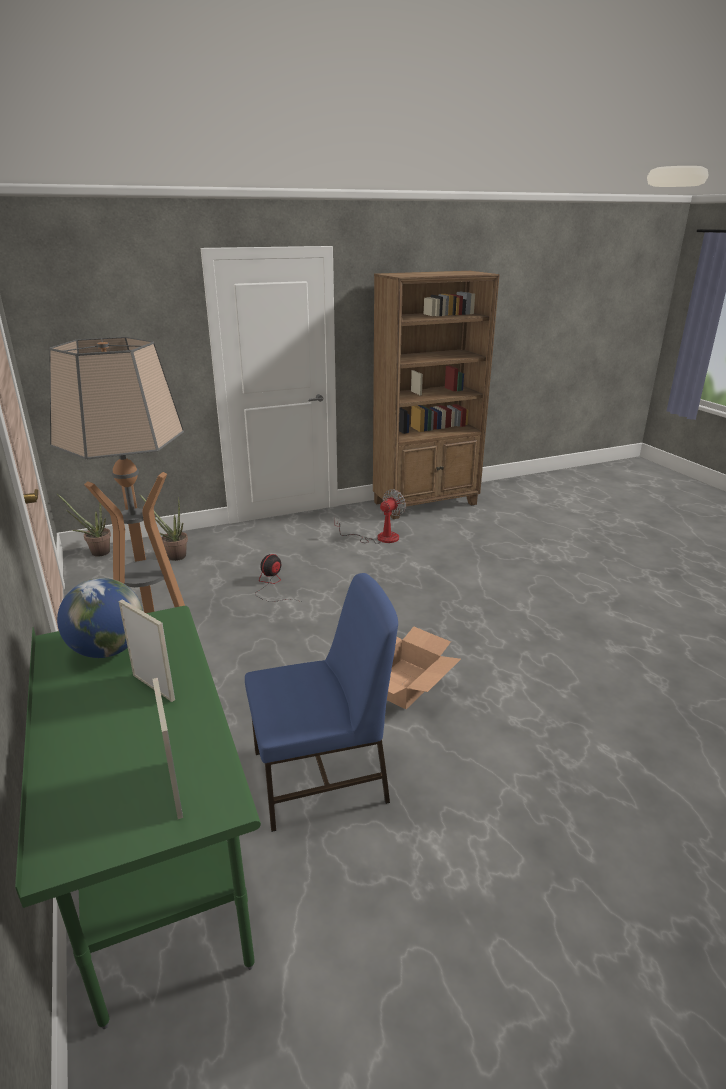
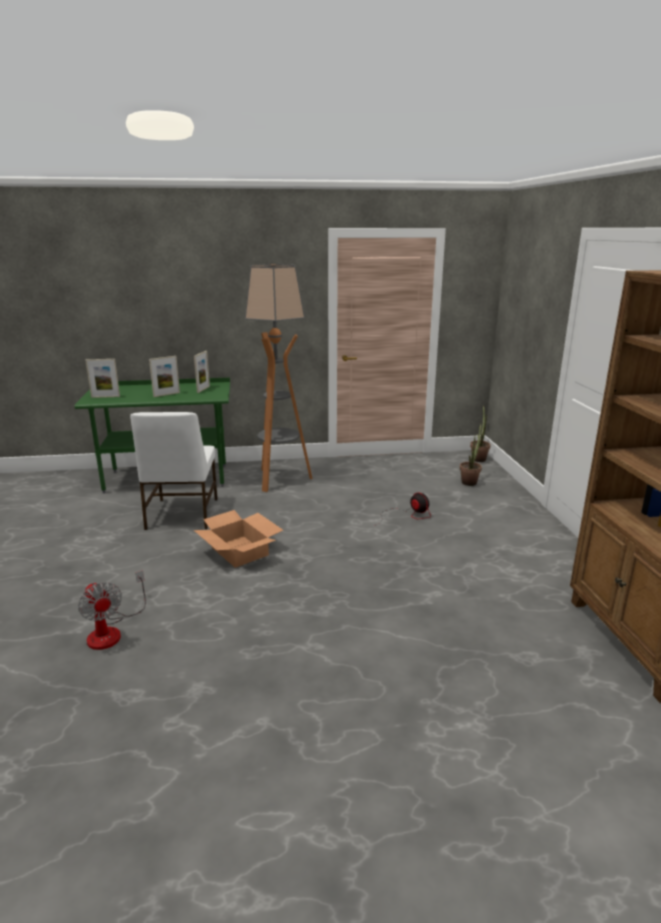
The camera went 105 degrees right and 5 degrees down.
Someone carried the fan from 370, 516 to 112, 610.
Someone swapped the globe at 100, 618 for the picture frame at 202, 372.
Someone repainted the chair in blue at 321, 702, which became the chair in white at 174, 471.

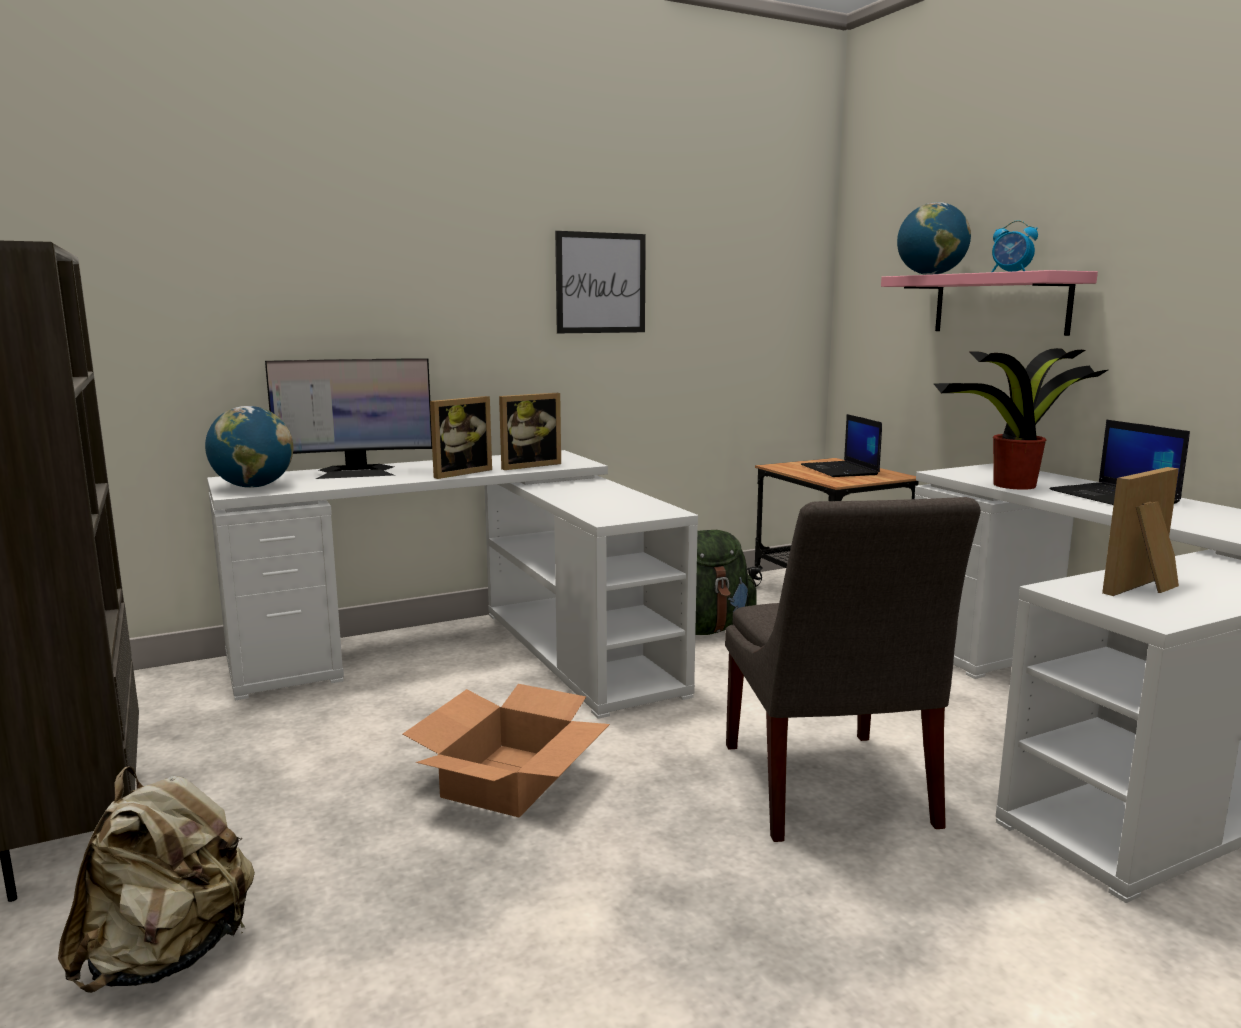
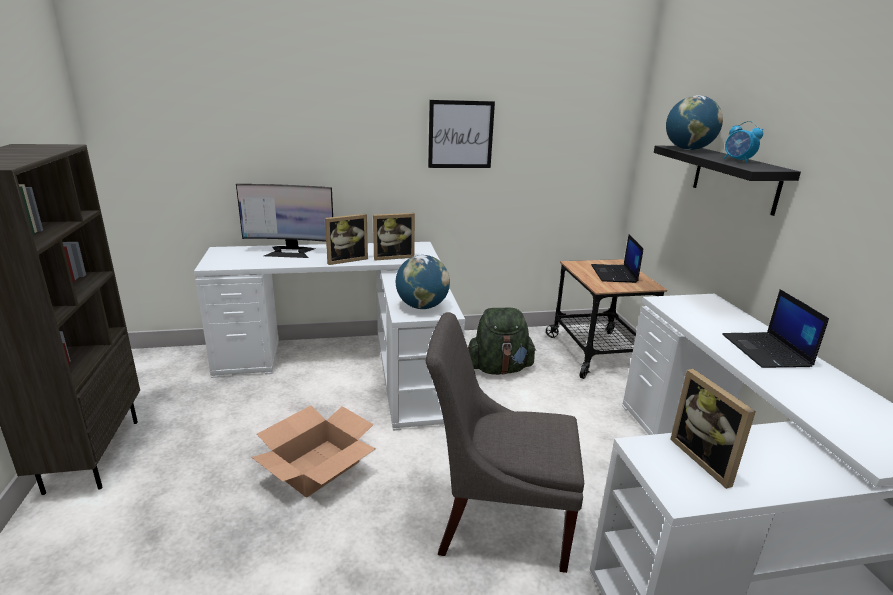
The camera went 15 degrees right and 10 degrees up.
Someone took away the backpack in beige at 156, 879.
Someone took away the potted plant at 1020, 419.
Someone carried the globe from 249, 447 to 423, 282.
Someone repainted the shelf in pink at 989, 303, which became the shelf in black at 727, 181.
Someone rotated the chair in grey at 853, 669 by 90 degrees clockwise.
Someone rotated the picture frame at 1140, 531 by 90 degrees counterclockwise.

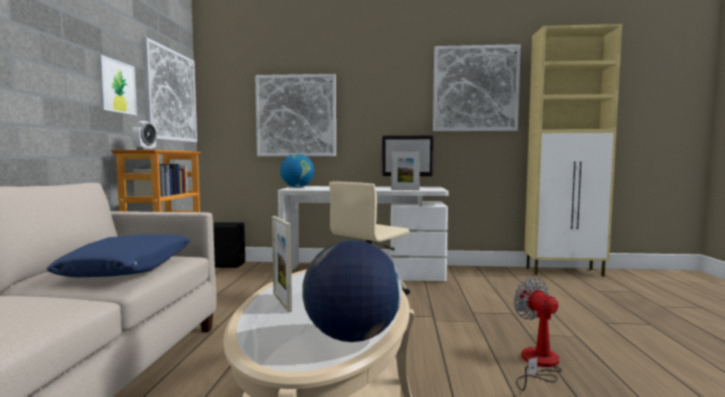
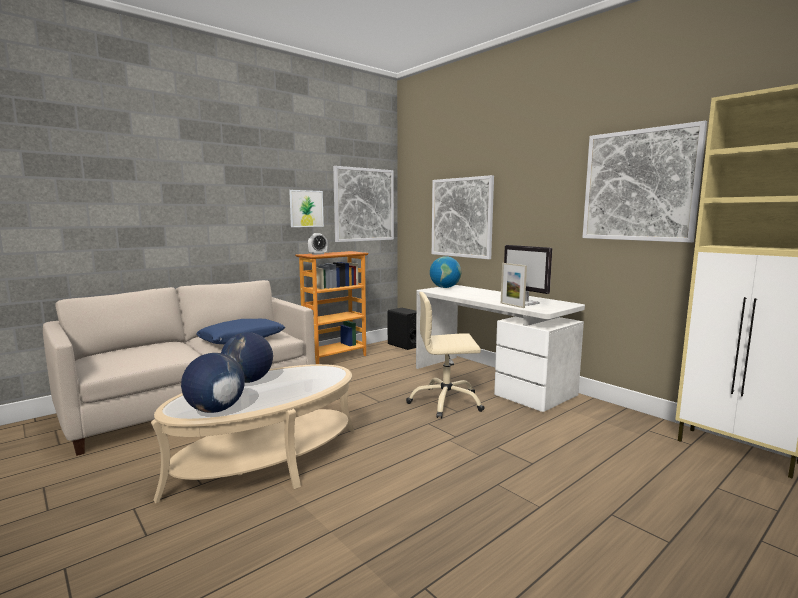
The camera went 45 degrees right and 5 degrees up.
Someone took away the fan at 537, 334.
Someone swapped the picture frame at 282, 264 for the globe at 247, 357.

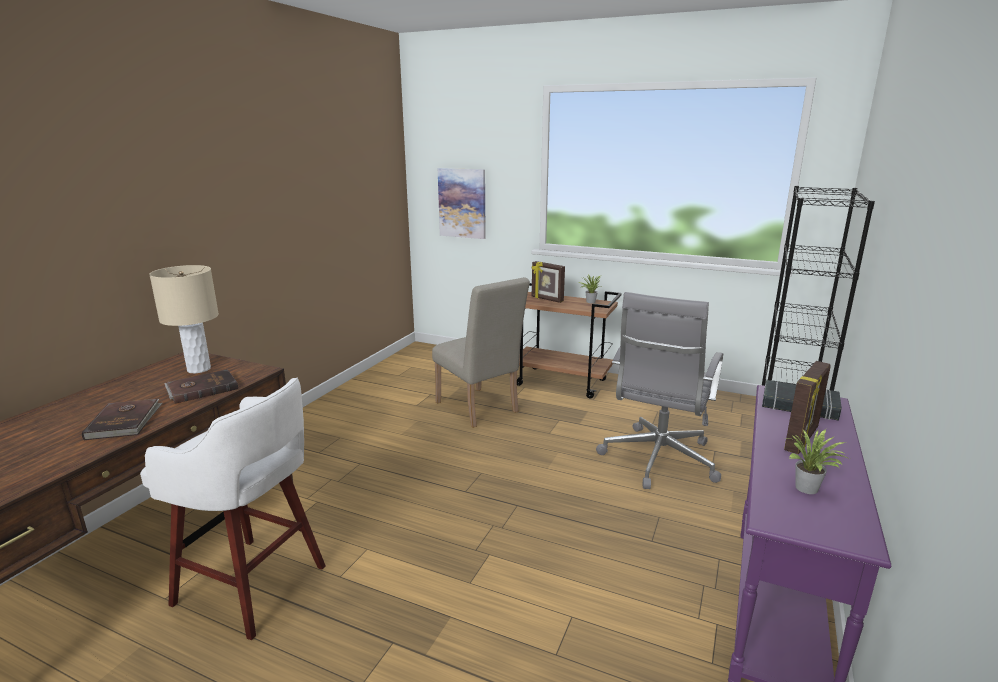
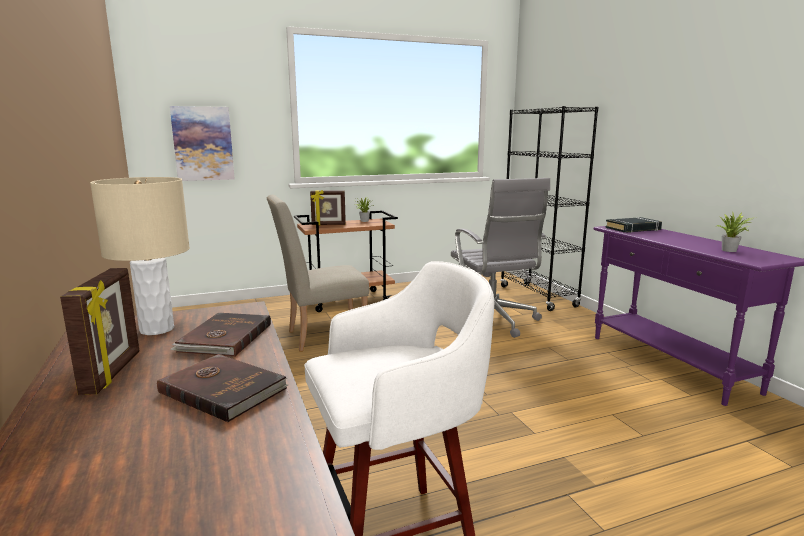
The camera went 45 degrees left and 5 degrees down.
Someone carried the picture frame from 807, 407 to 99, 331.
Someone rotated the chair in beige at 481, 352 by 150 degrees clockwise.

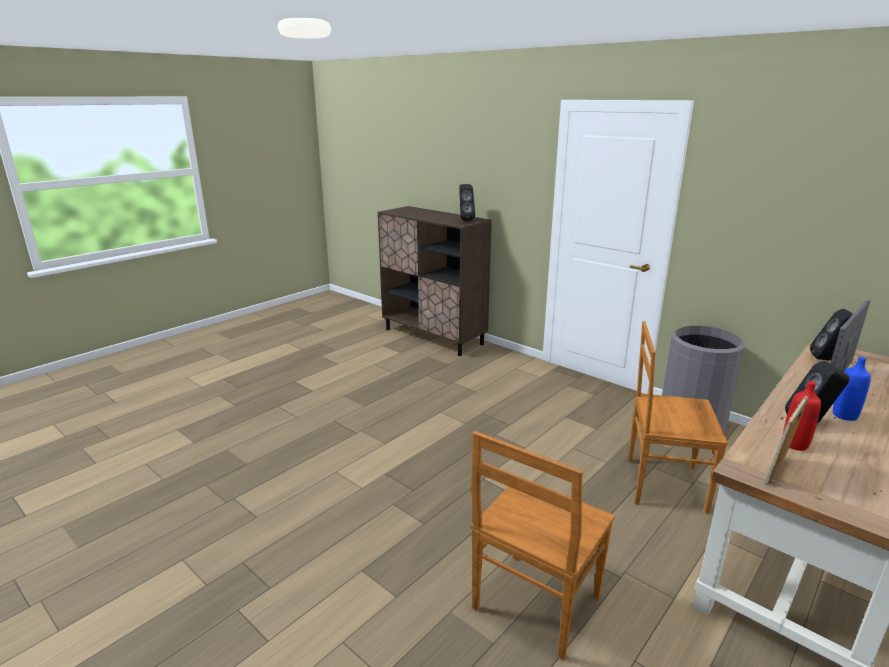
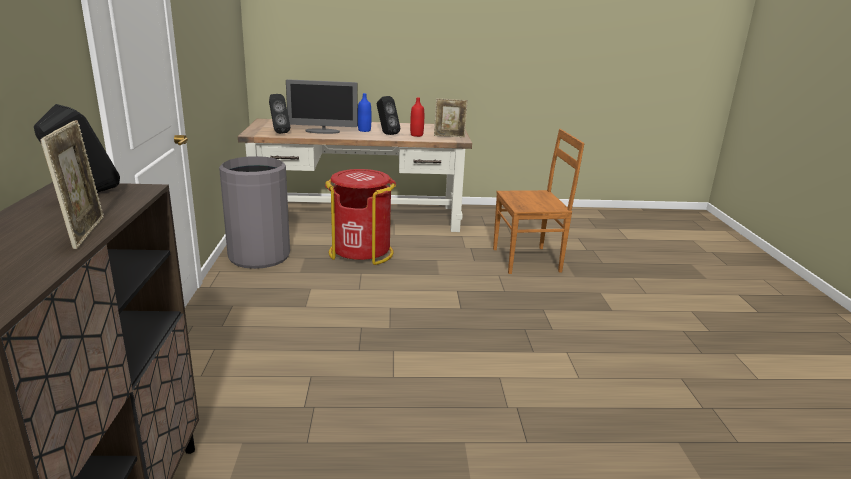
The camera went 135 degrees left and 0 degrees up.
Someone put down the picture frame at 72, 184.
Someone swapped the chair in brown at 678, 417 for the trash can in red at 360, 217.

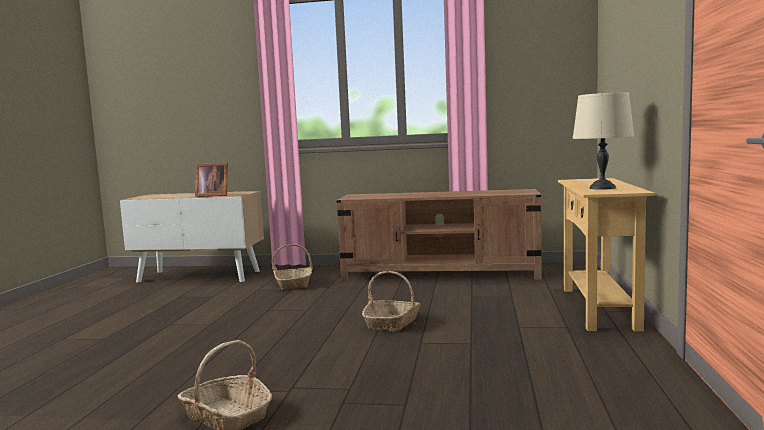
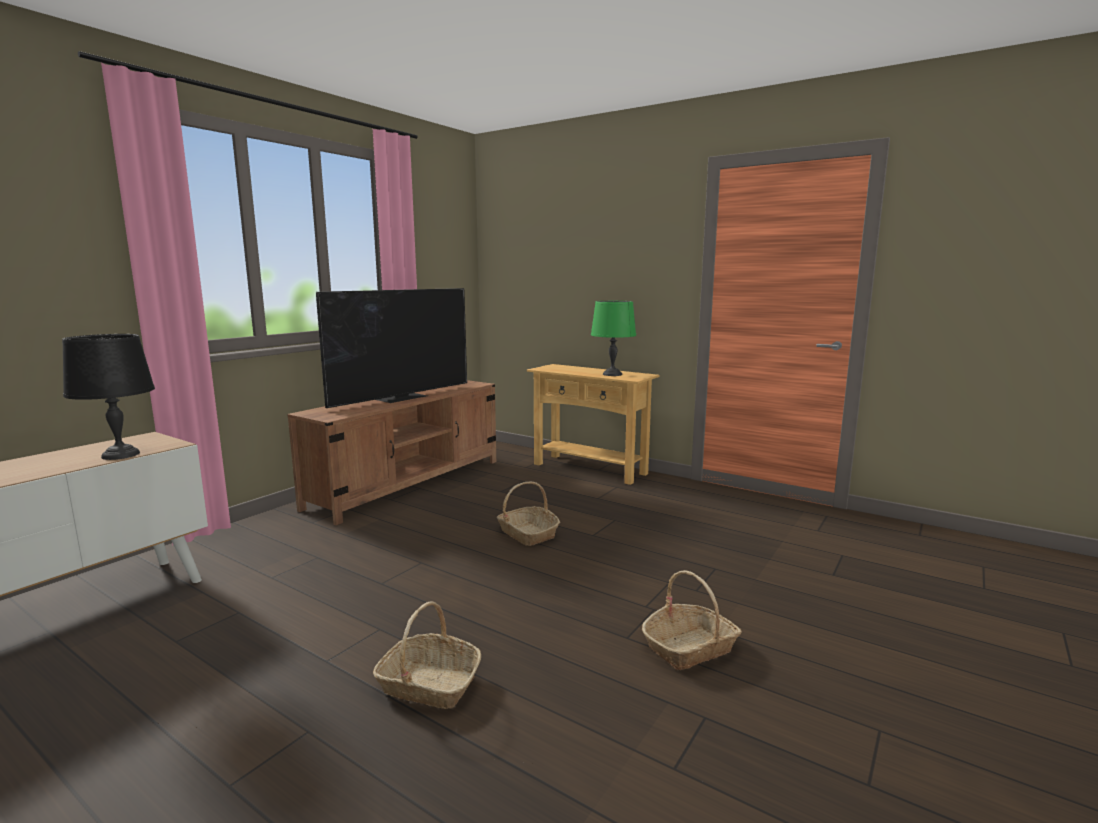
The camera went 65 degrees left and 5 degrees up.
Someone put down the television at 391, 348.
Someone carried the basket from 292, 267 to 427, 655.
Someone swapped the picture frame at 211, 180 for the table lamp in black at 108, 397.
Someone repainted the table lamp in beige at 603, 140, which became the table lamp in green at 613, 338.

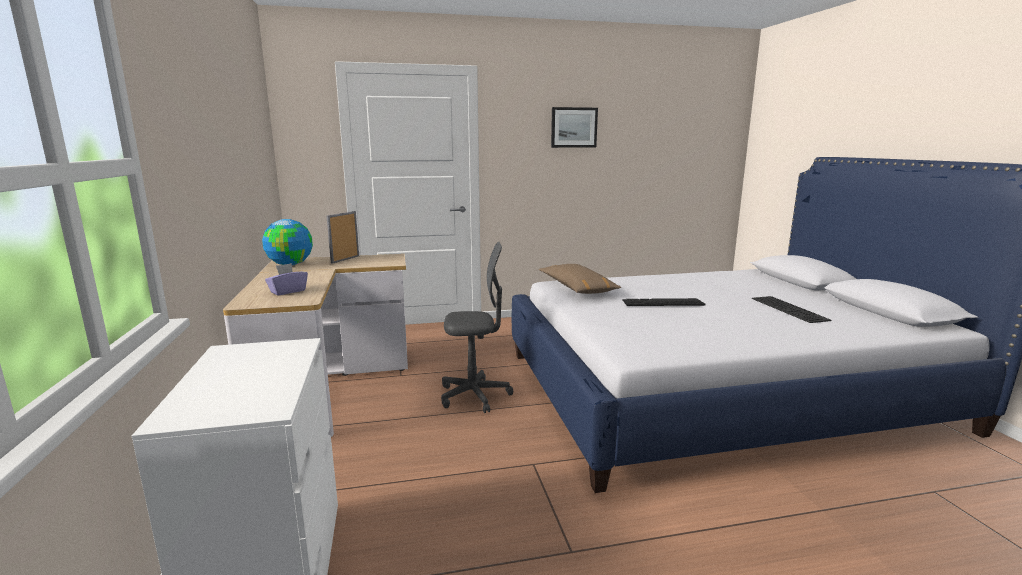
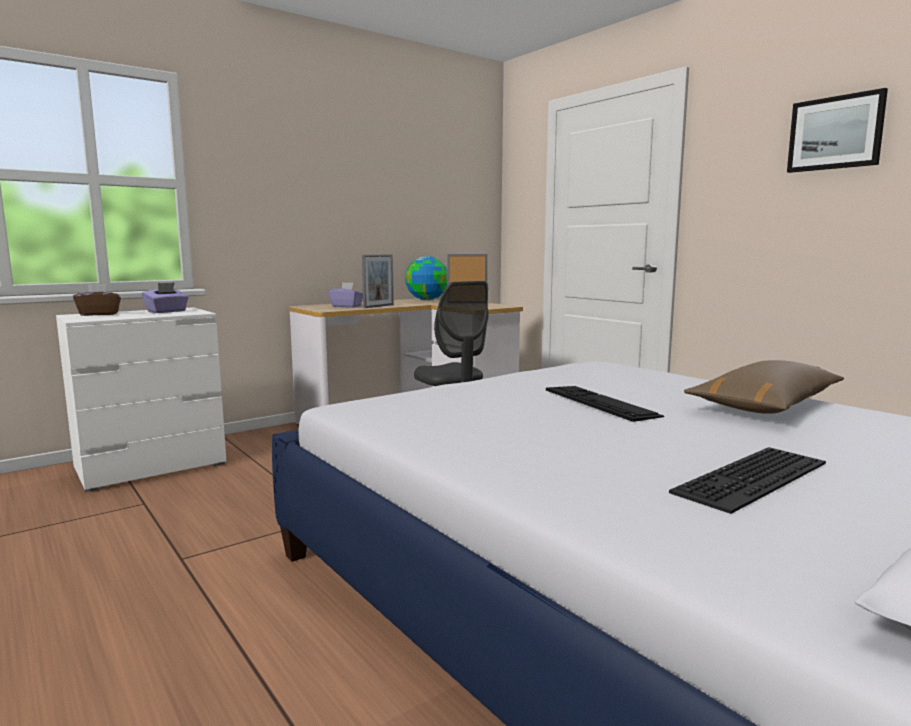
The camera went 65 degrees right and 5 degrees down.
Someone put down the tissue box in brown at 97, 299.
Someone put down the tissue box in purple at 165, 297.
Someone put down the picture frame at 378, 281.
Someone carried the pillow in brown from 580, 279 to 764, 387.

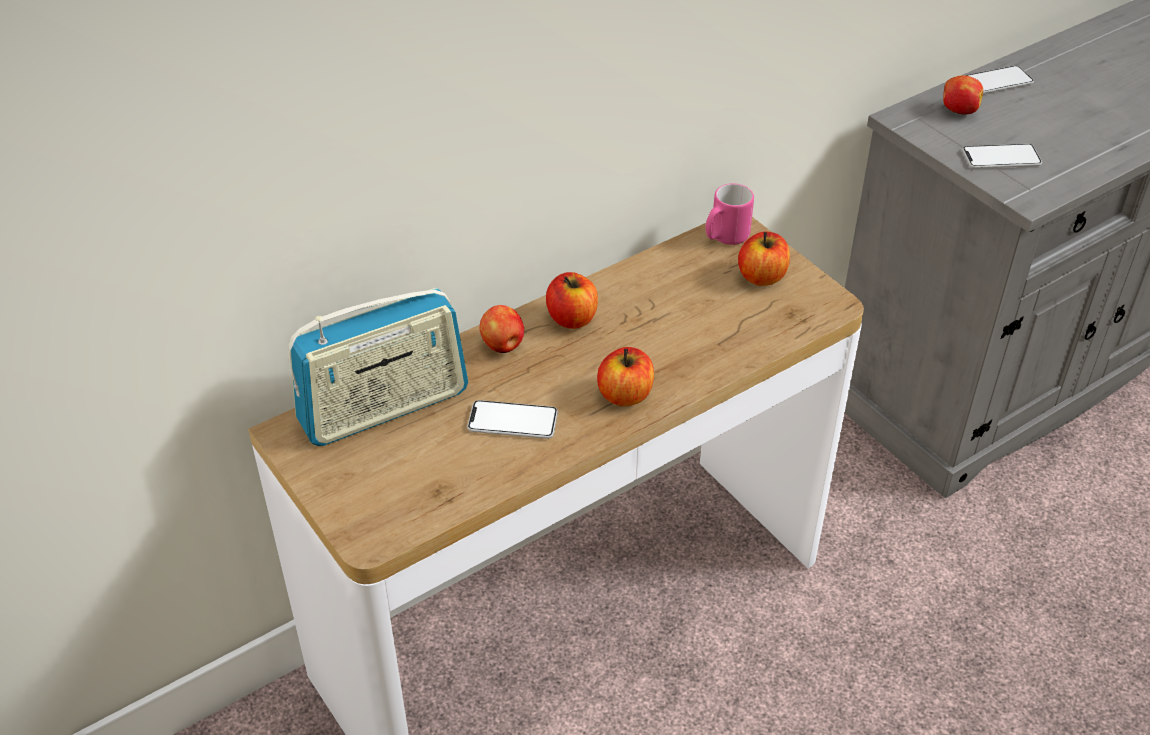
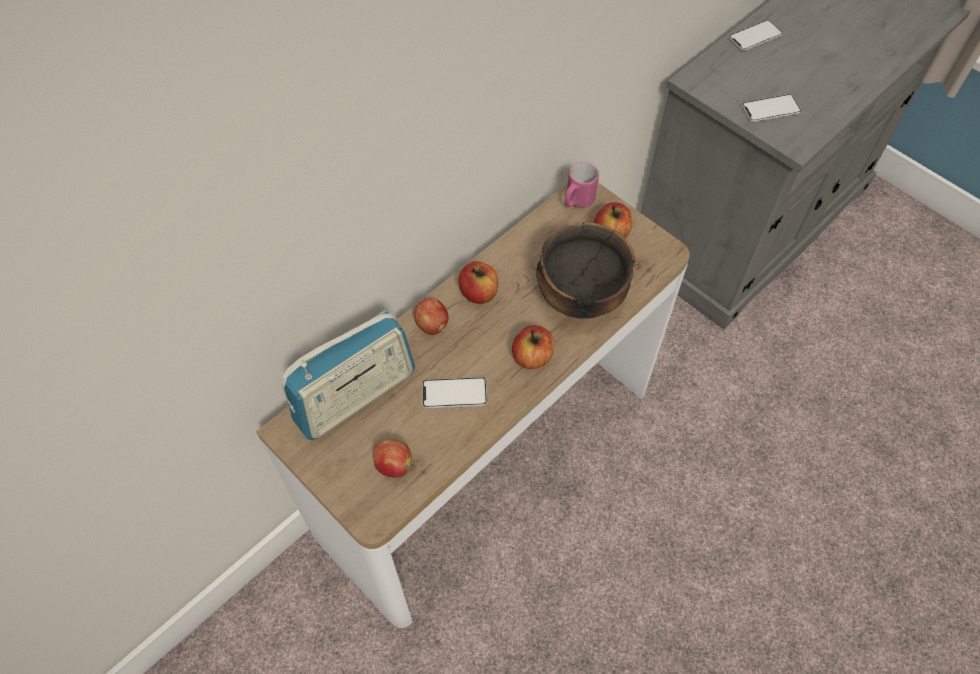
The camera went 10 degrees left and 15 degrees up.
Someone put down the bowl at 585, 270.
Someone carried the apple from 963, 94 to 392, 458.

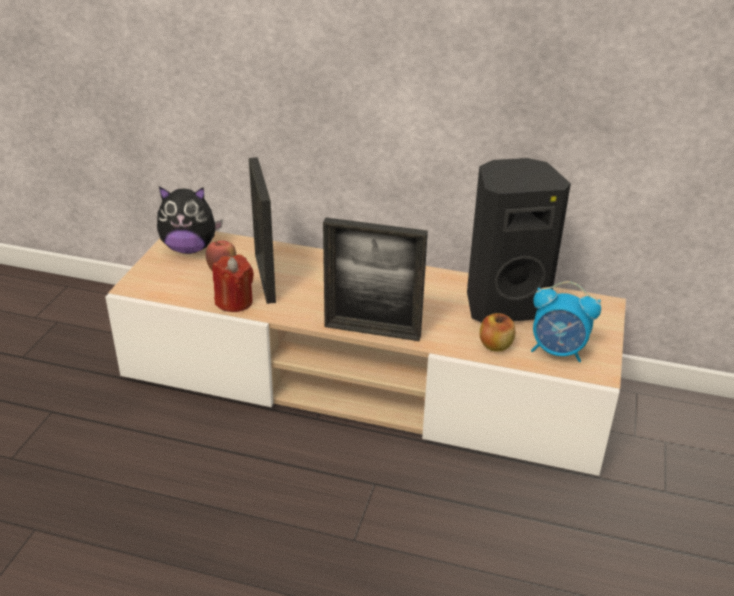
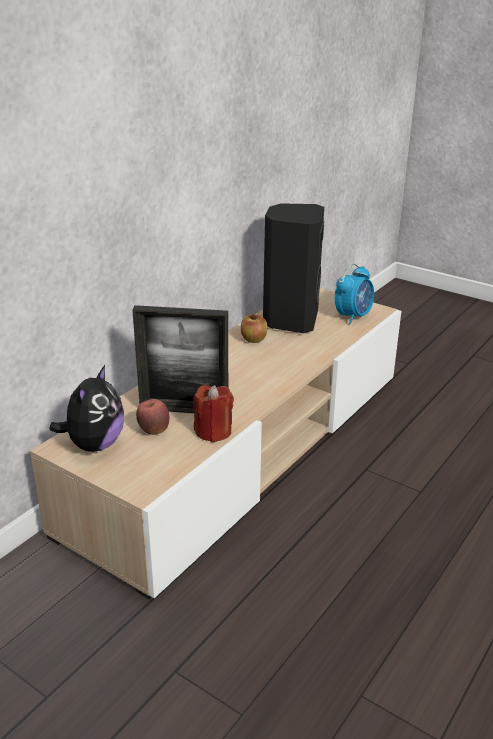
The camera went 70 degrees left and 5 degrees down.
Someone took away the picture frame at 375, 279.
Someone carried the apple from 497, 332 to 254, 328.

